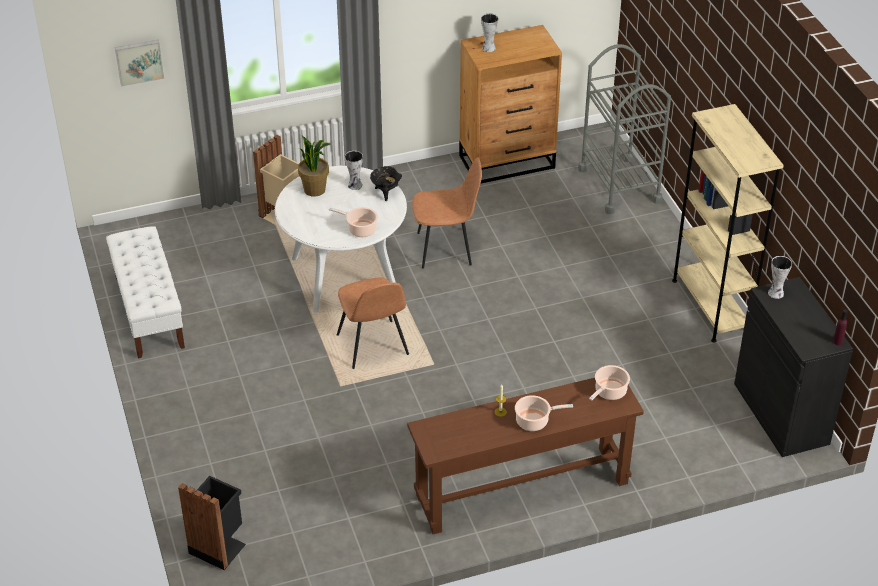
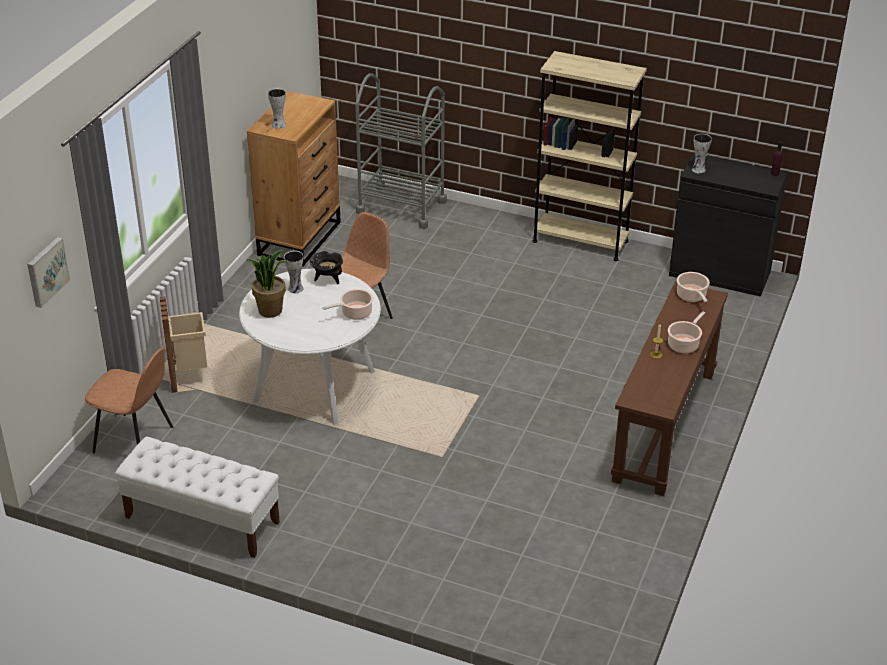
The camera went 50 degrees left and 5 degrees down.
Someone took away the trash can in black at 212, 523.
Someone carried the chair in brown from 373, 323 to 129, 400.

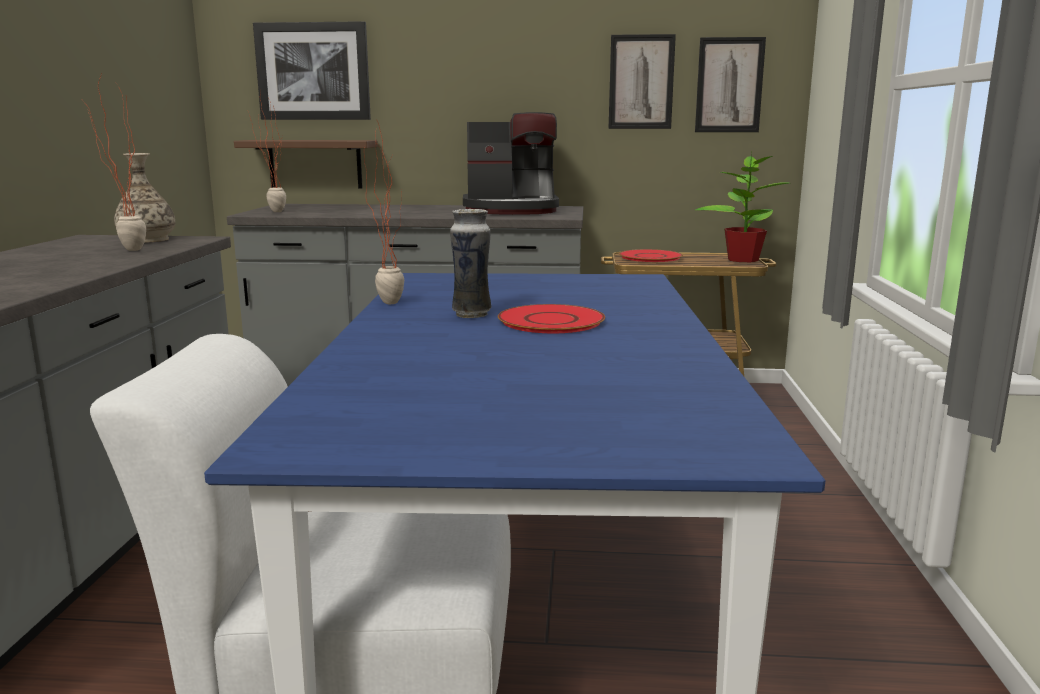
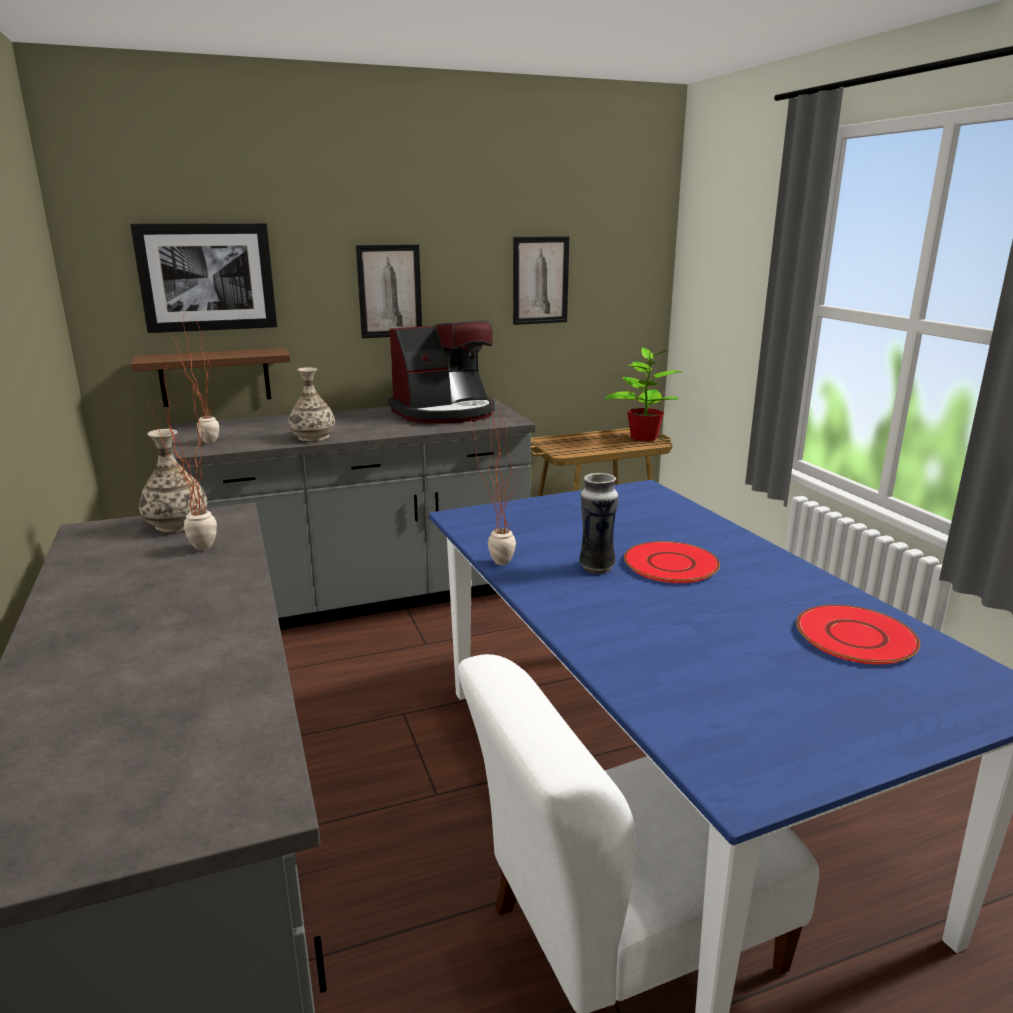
The camera went 25 degrees left and 5 degrees up.
Someone put down the vase at 311, 404.
Someone carried the plate in red from 651, 255 to 858, 634.
Someone carried the picture from 730, 84 to 389, 291.

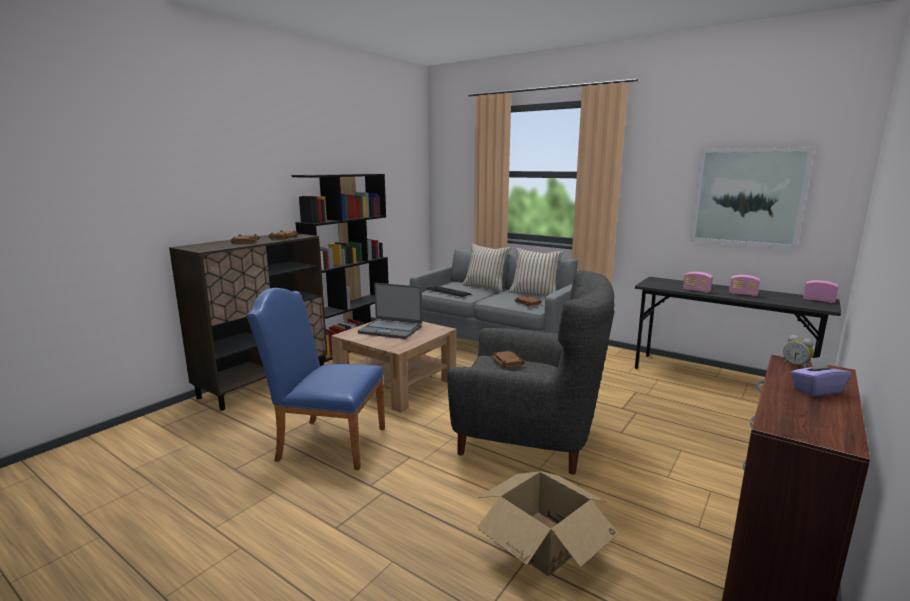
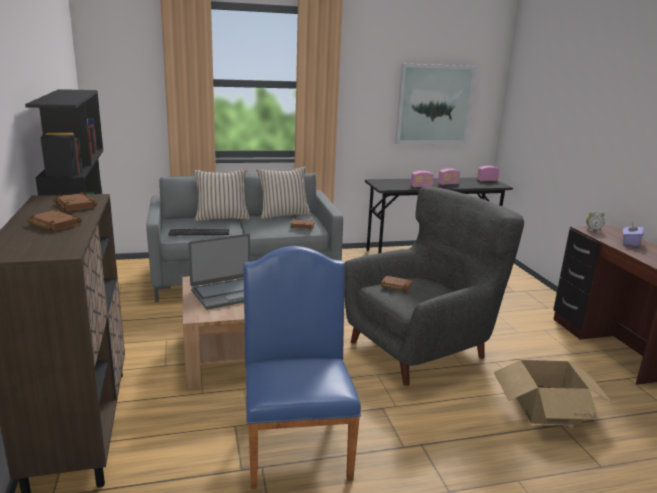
The camera went 50 degrees left and 5 degrees up.
Someone rotated the chair in blue at 315, 379 by 120 degrees clockwise.

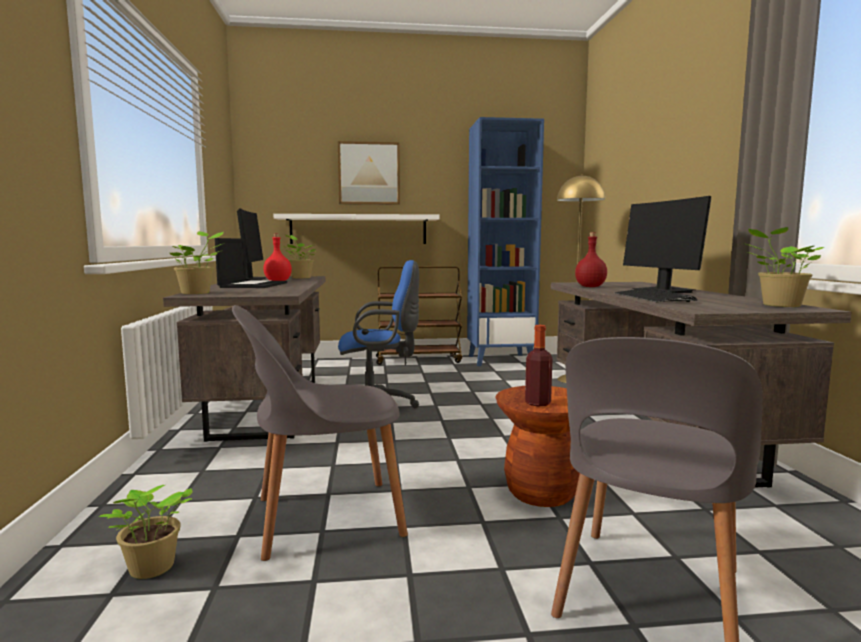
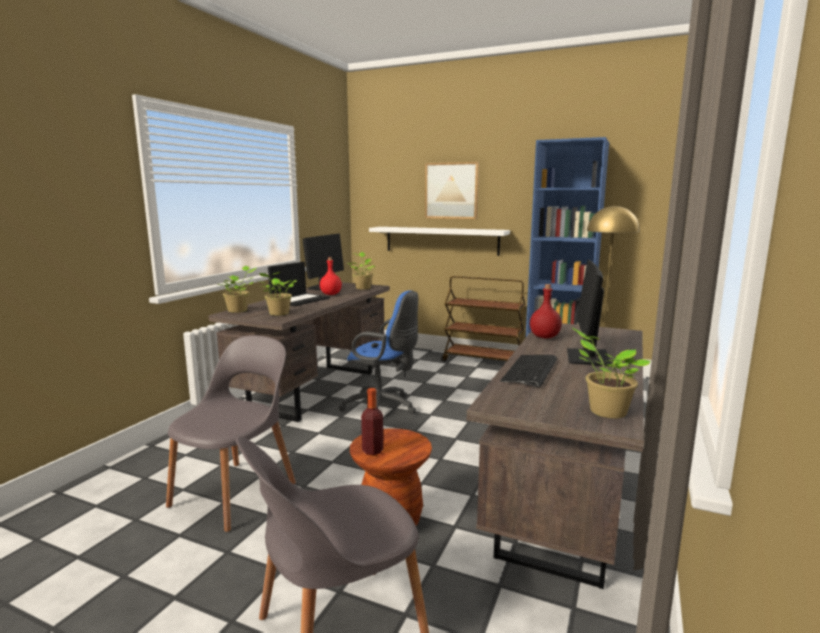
The camera went 30 degrees right and 5 degrees up.
Someone carried the potted plant from 145, 532 to 278, 294.
Someone rotated the chair in grey at 320, 433 by 105 degrees clockwise.

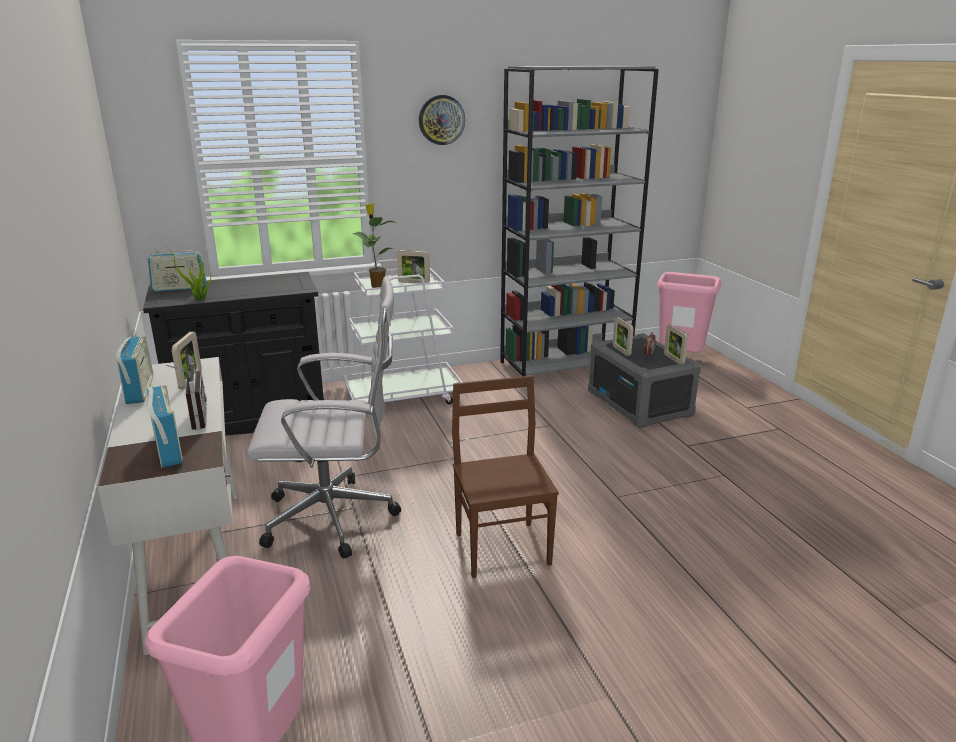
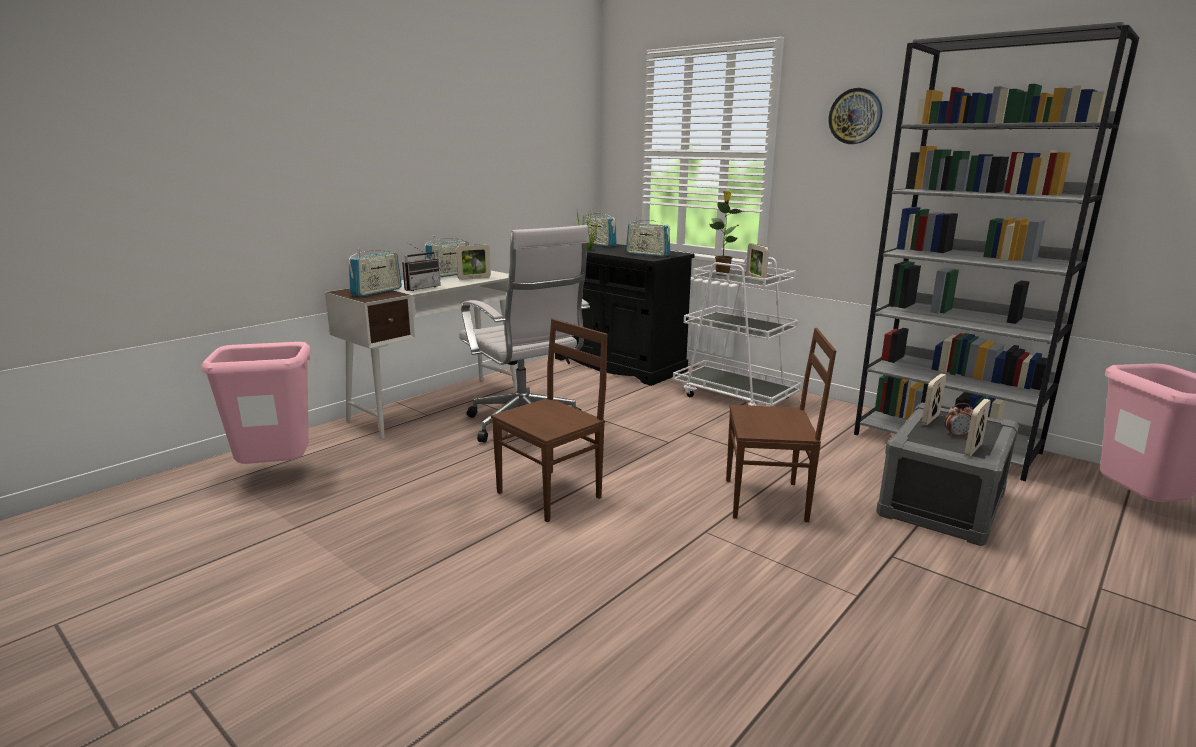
The camera went 60 degrees right and 5 degrees down.
Someone put down the radio at 648, 236.
Someone put down the chair in brown at 781, 425.

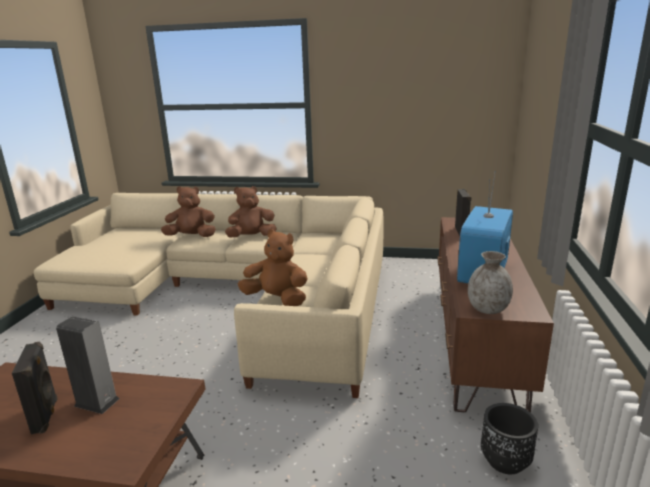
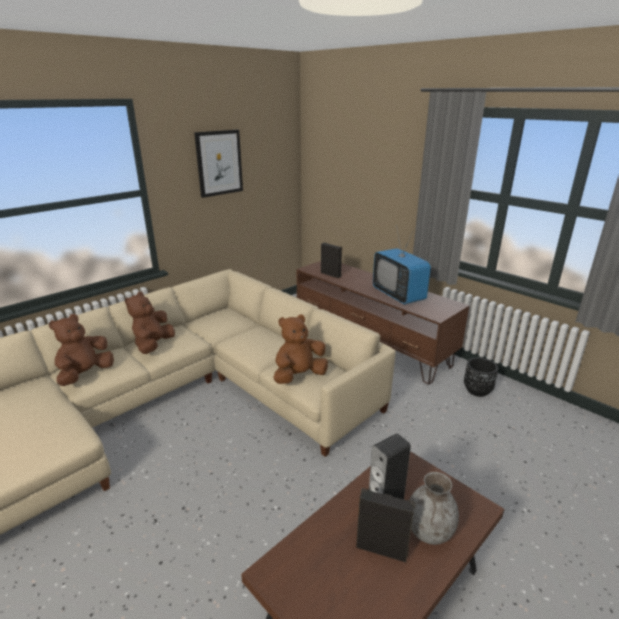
The camera went 55 degrees left and 5 degrees up.
Someone put up the picture at 218, 164.
Someone carried the vase in grey from 490, 282 to 434, 508.

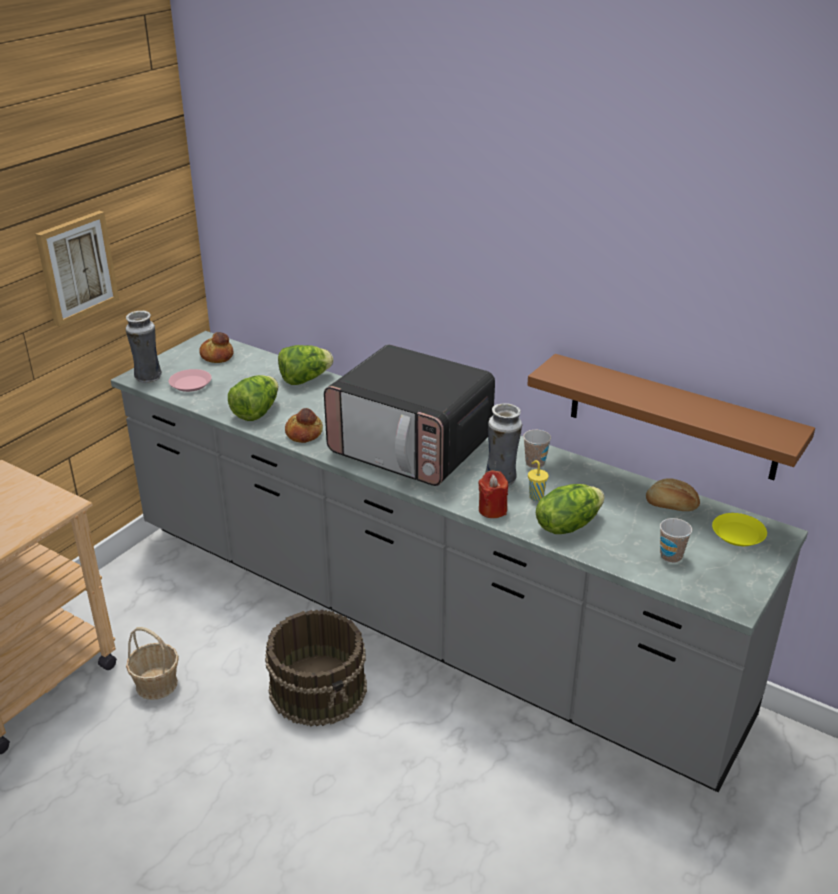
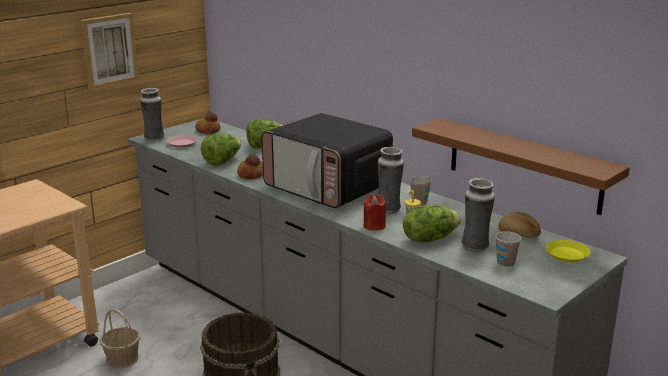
The camera went 10 degrees right and 10 degrees down.
Someone put down the vase at 478, 215.

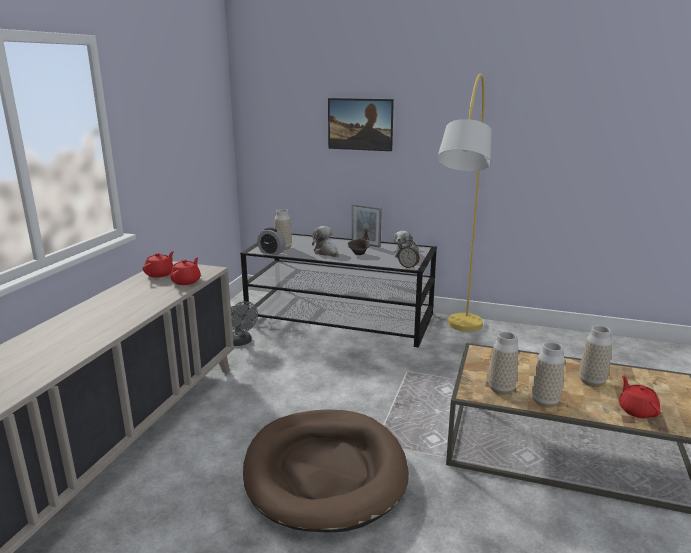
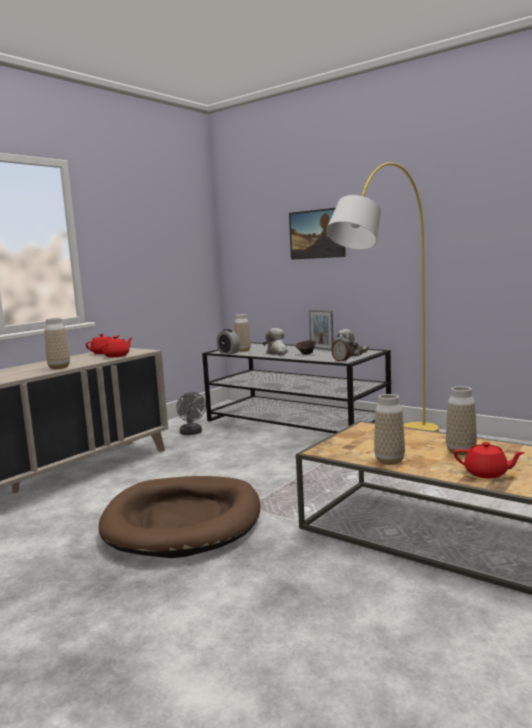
The camera went 20 degrees right and 10 degrees down.
Someone carried the vase from 503, 363 to 57, 343.
Someone rotated the teapot in red at 640, 397 by 105 degrees clockwise.

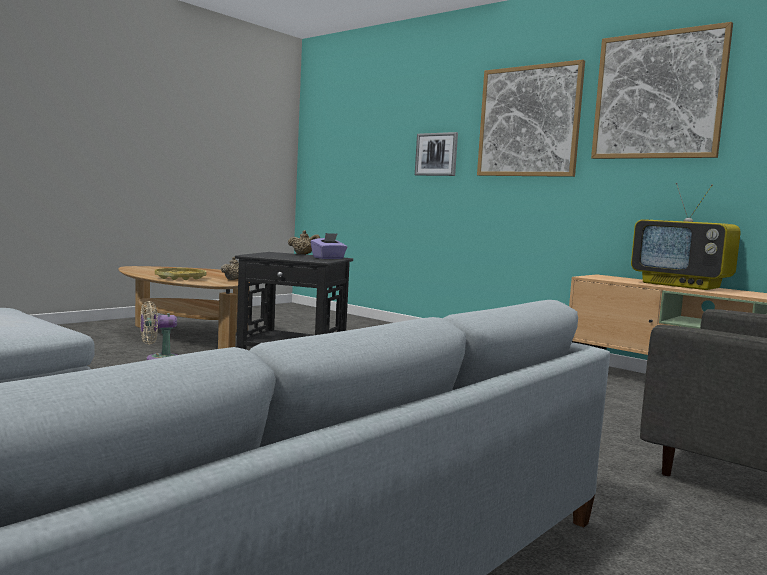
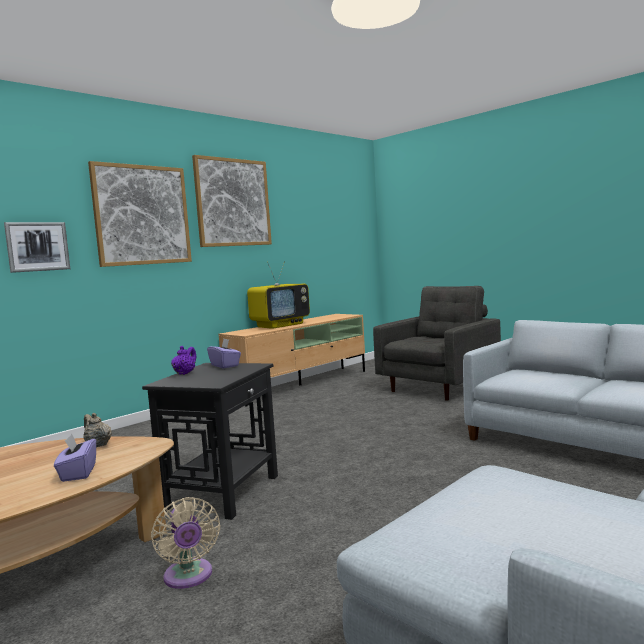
The camera went 85 degrees left and 0 degrees up.
Someone swapped the tray in yellow at 180, 274 for the tissue box in purple at 75, 458.
Someone repainted the teapot in beige at 304, 242, which became the teapot in purple at 183, 360.

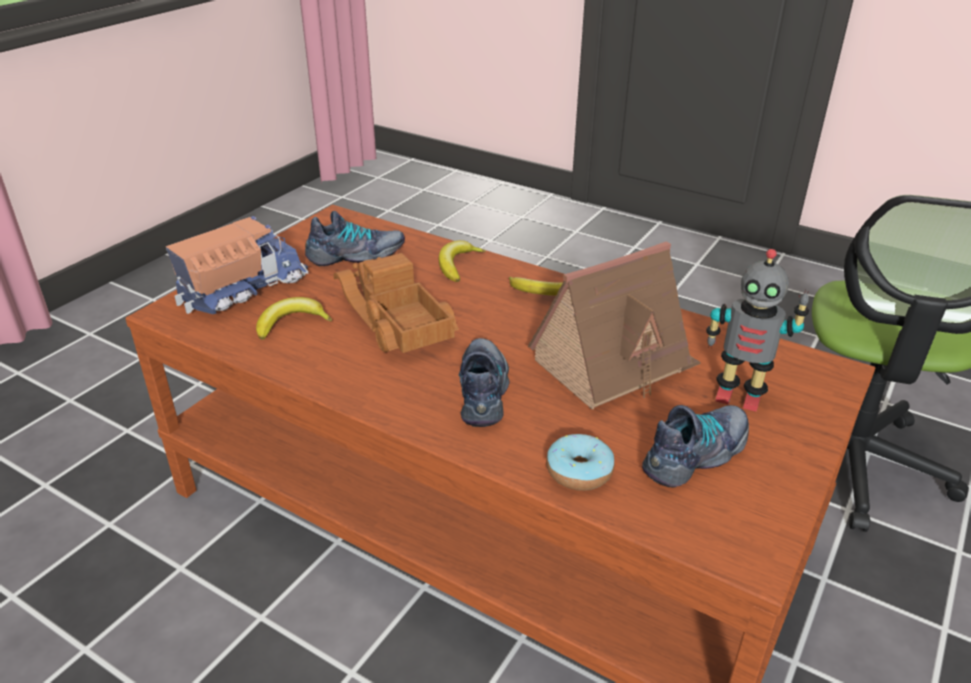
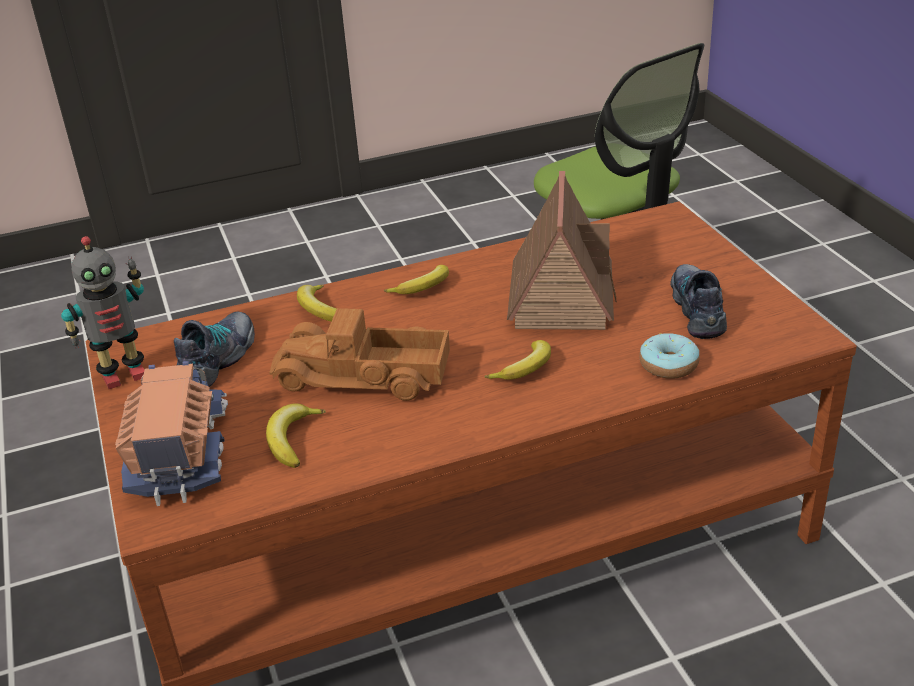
The camera went 50 degrees left and 0 degrees up.
Someone carried the toy robot from 757, 330 to 102, 312.
Someone swapped the shoe at 484, 382 for the banana at 518, 360.

